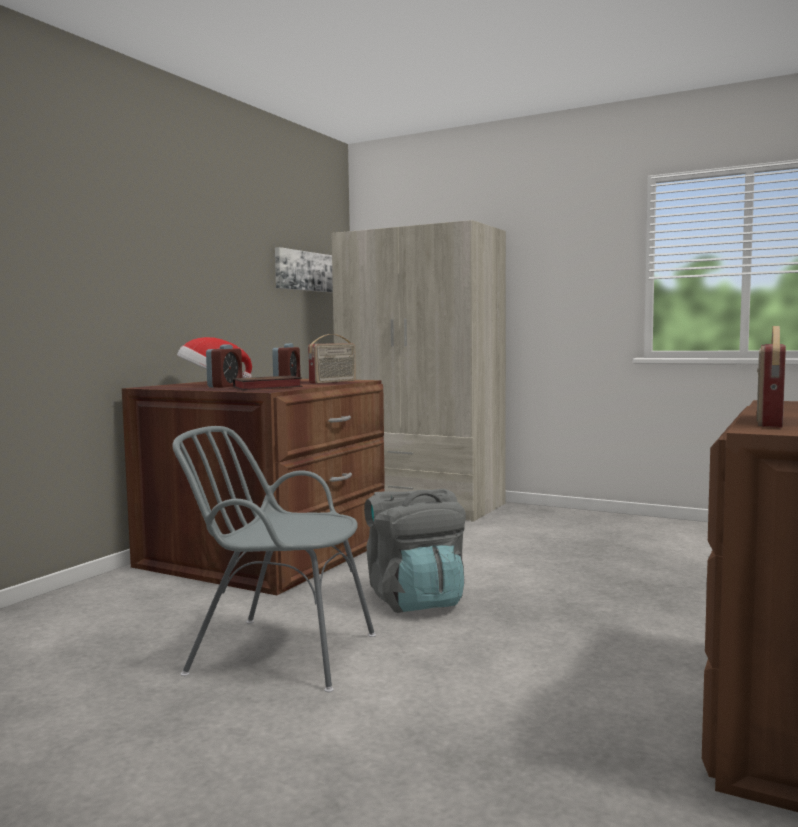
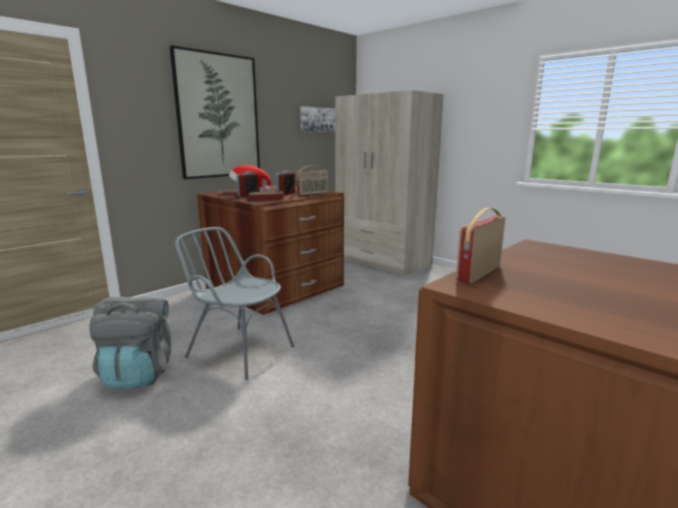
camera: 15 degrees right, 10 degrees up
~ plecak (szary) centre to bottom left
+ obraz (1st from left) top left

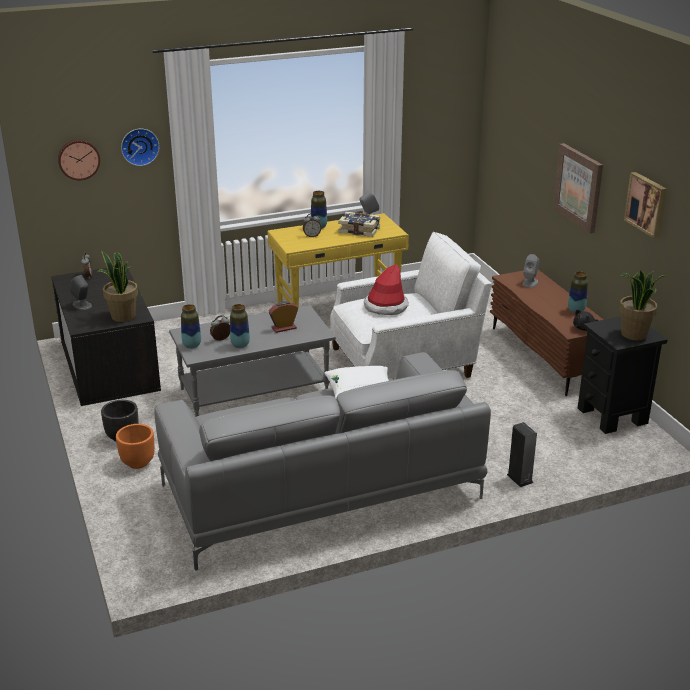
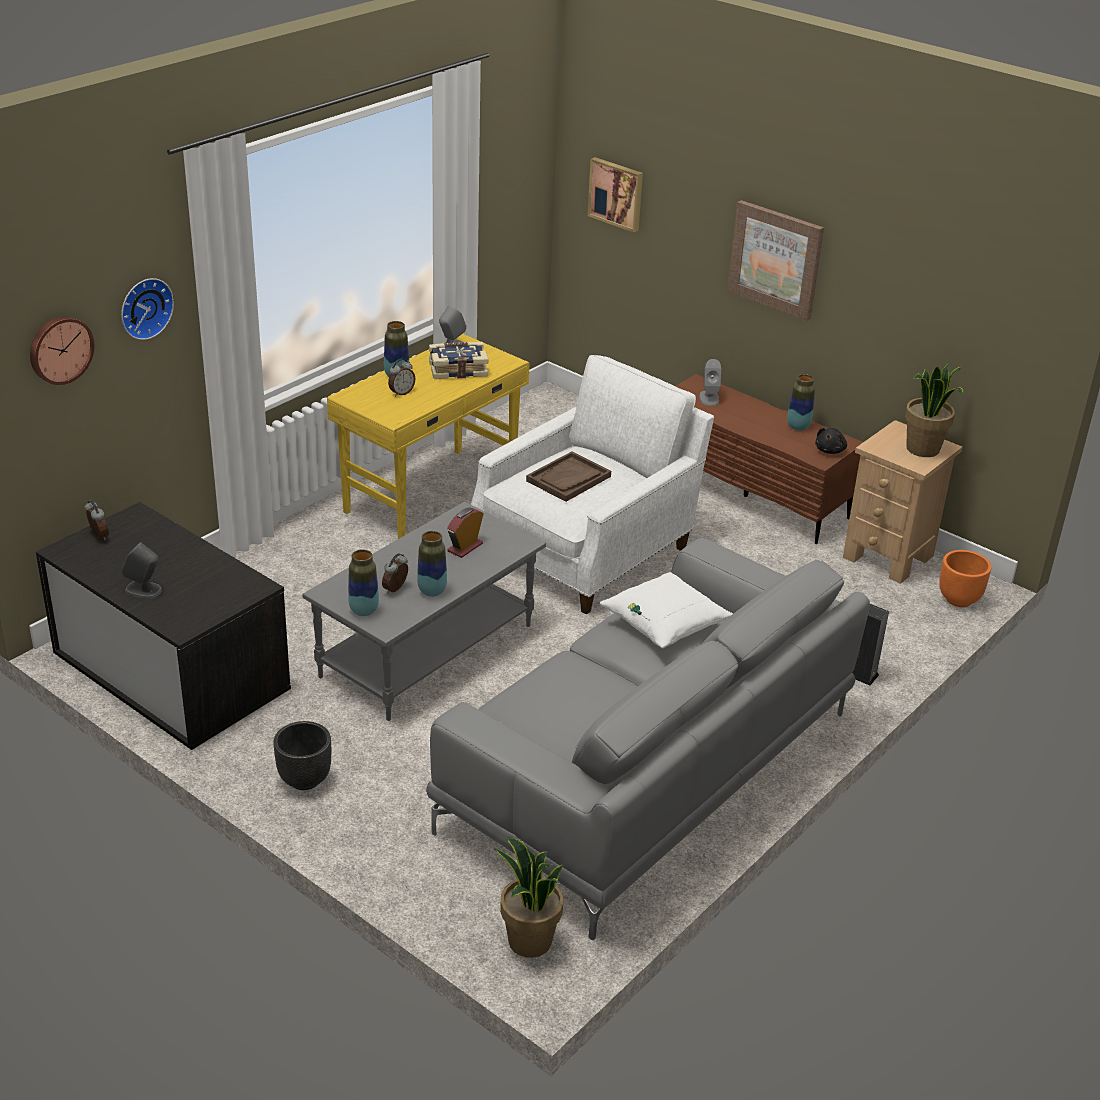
camera: 30 degrees left, 5 degrees up
~ obraz (2nd from left in the first image) top right to obraz (1st from left) top centre
~ roślina doniczkowa (1st from left) middle left to bottom centre
~ kapelusz centre to taca (brązowy) centre
~ szafka nocna (czarny) middle right to szafka nocna (beżowy) middle right
~ donica (pomarańczowy) middle left to middle right

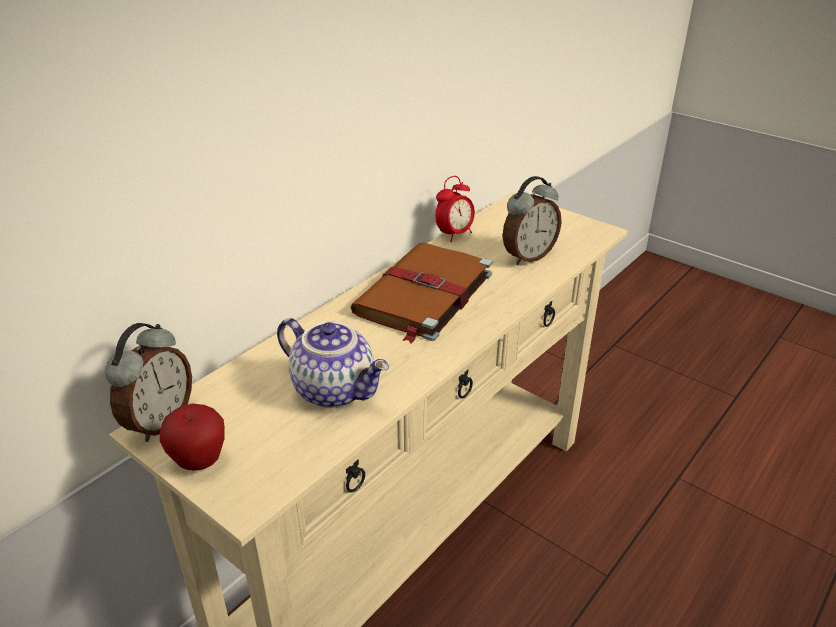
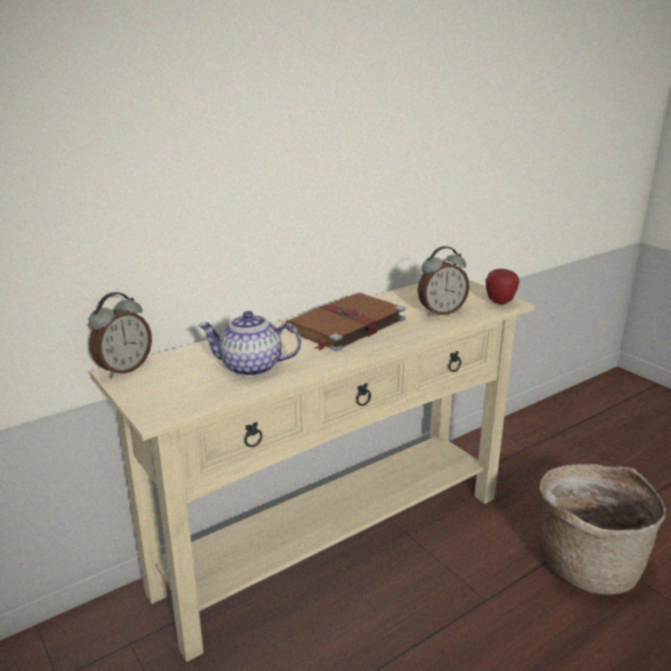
camera: 15 degrees right, 10 degrees down
- budzik (2nd from left) centre
~ imbryk centre = centre 135 degrees clockwise
~ jabłko bottom left to middle right
+ koszyk bottom right

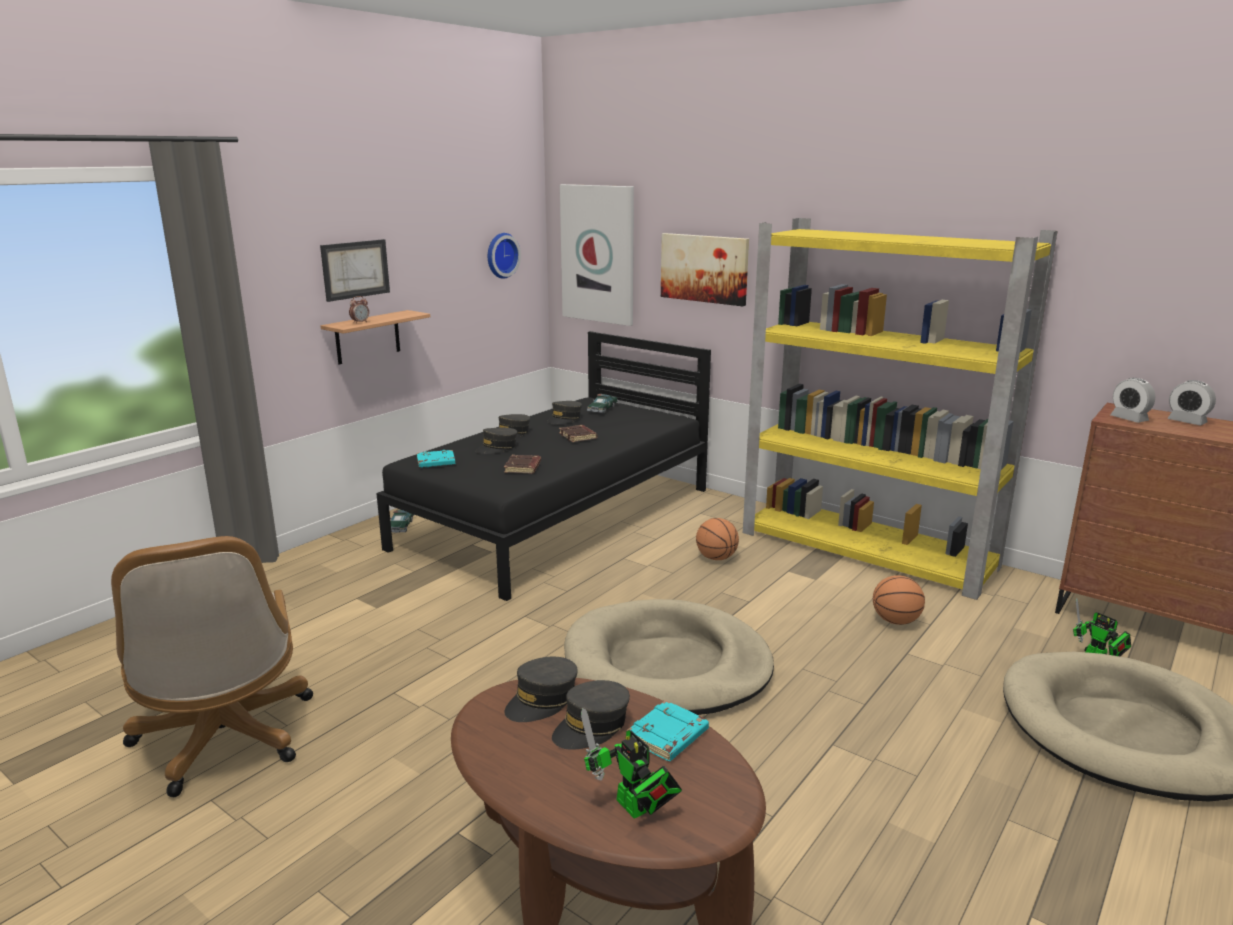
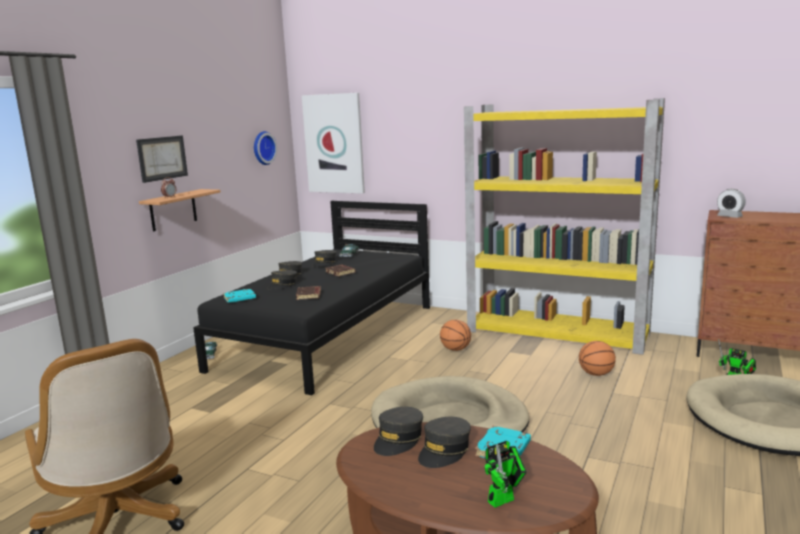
camera: 10 degrees left, 5 degrees down
- obraz (3rd from left) top centre
- budzik (3rd from left) middle right
~ robot zabawkowy (1st from left) bottom centre = bottom centre 75 degrees counterclockwise

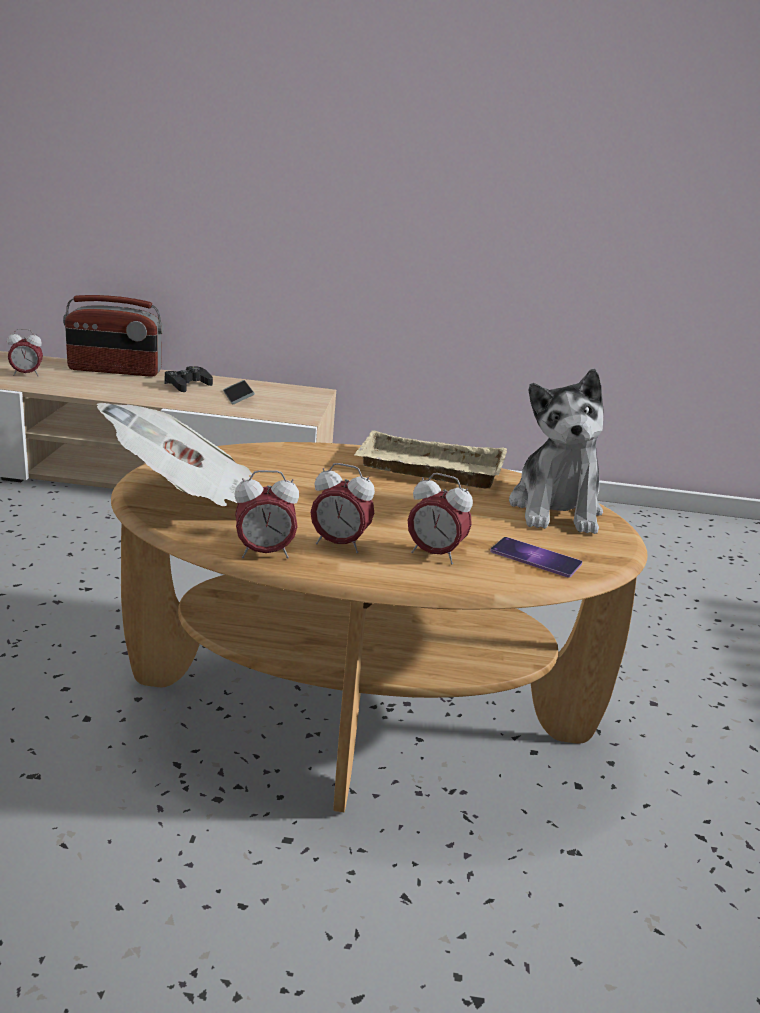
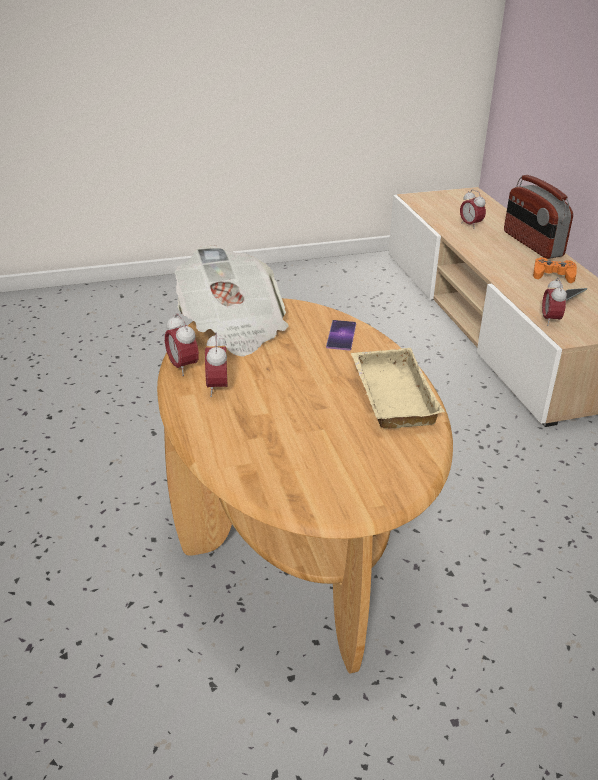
camera: 70 degrees right, 10 degrees up
~ pad do gier (czarny) middle left to pad do gier (pomarańczowy) middle right
- pluszak middle right
~ budzik (4th from left) centre to middle right
~ telefon (2nd from left in the first image) middle right to telefon (1st from left) centre

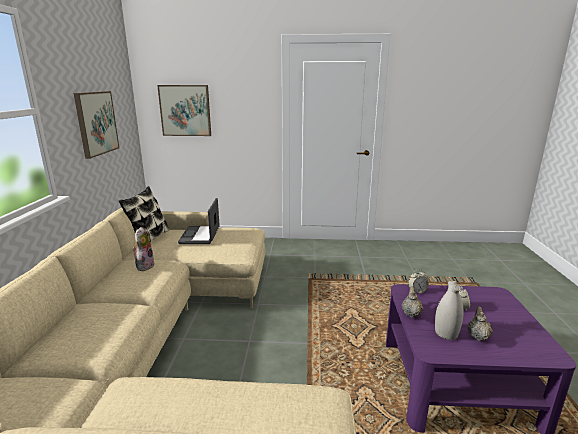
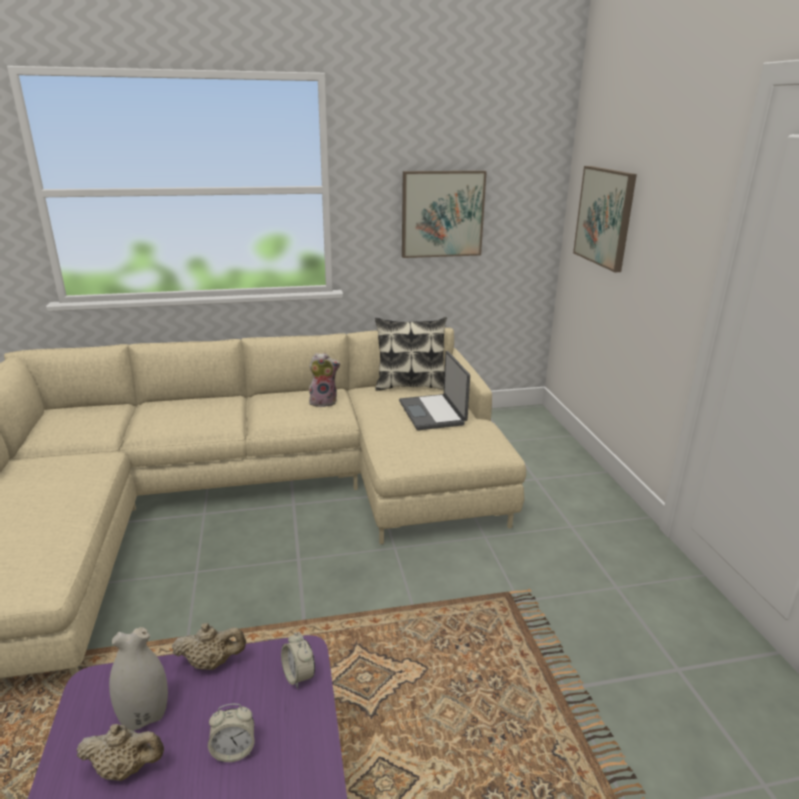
camera: 75 degrees right, 5 degrees up
~ laptop centre = centre 90 degrees counterclockwise

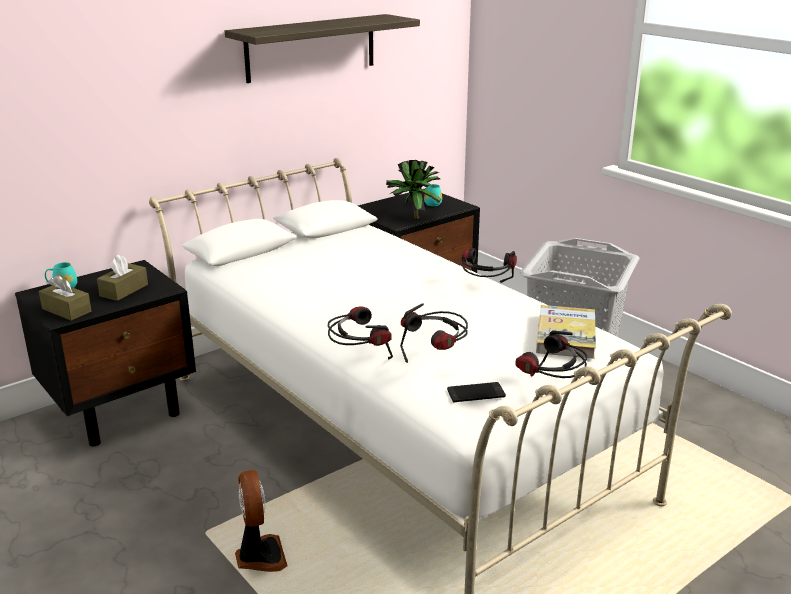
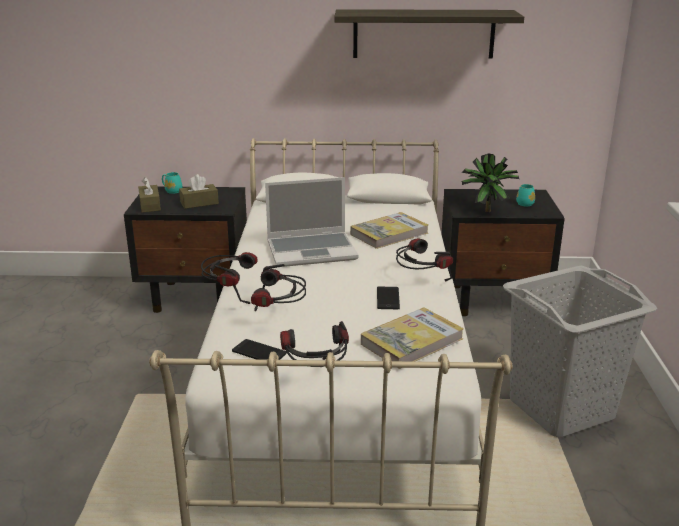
camera: 40 degrees right, 0 degrees up
- wentylator bottom left
+ laptop centre
+ książka (1st from left) centre
+ telefon (2nd from left) centre

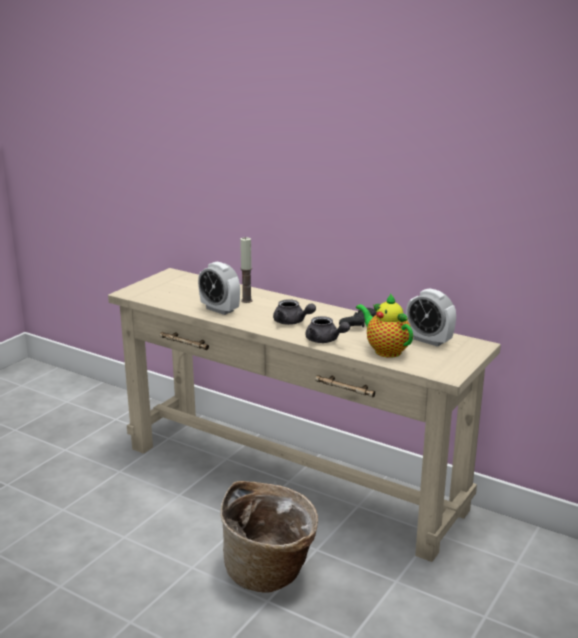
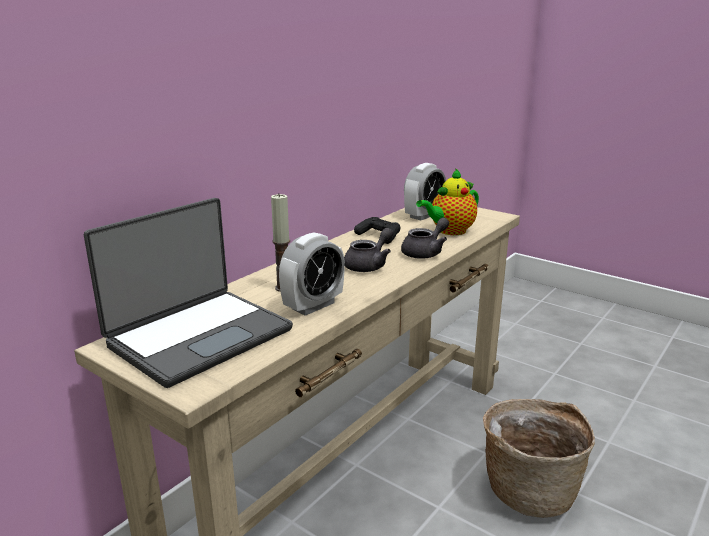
camera: 85 degrees left, 0 degrees up
+ laptop middle left

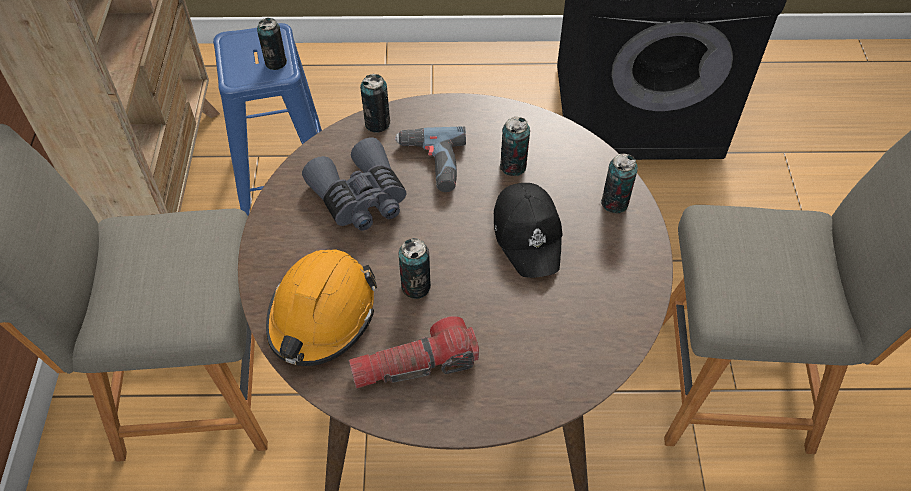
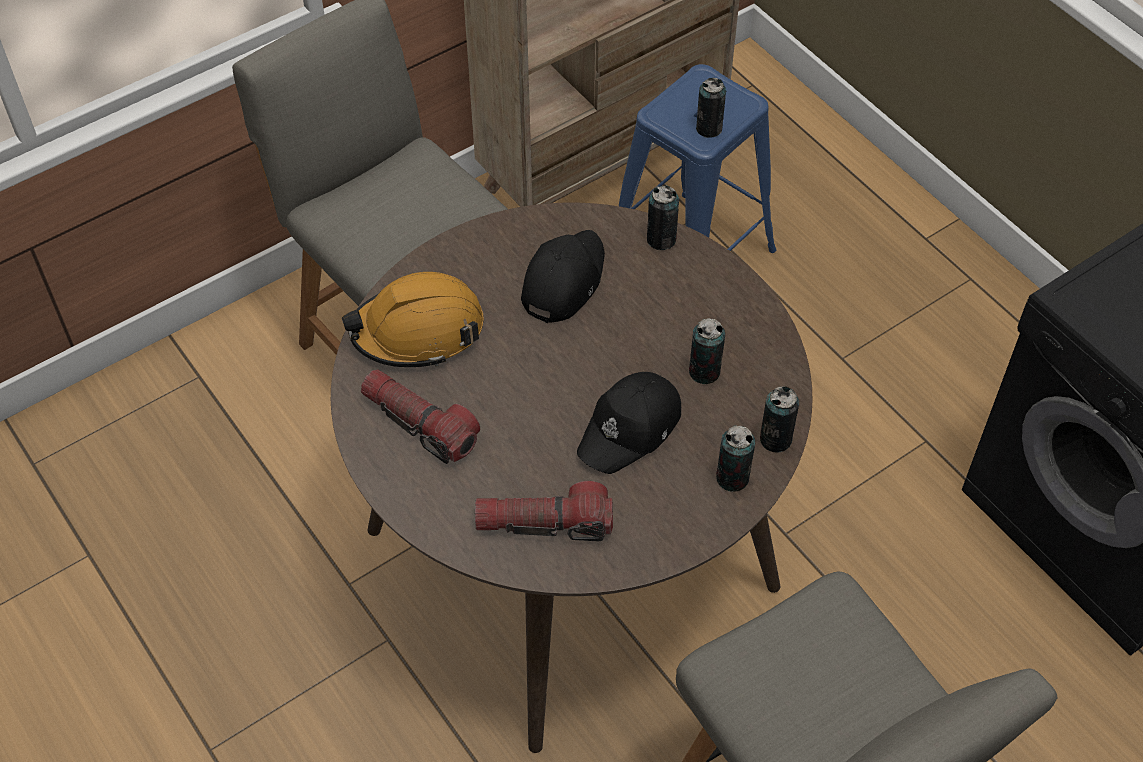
camera: 55 degrees right, 0 degrees up
- wiertarka top centre
~ lornetka (szary) centre to czapka z daszkiem (czarny) (1st from left) centre
~ puszka (3rd from left in the first image) centre to puszka (5th from left) middle right
+ latarka (2nd from left) bottom centre

